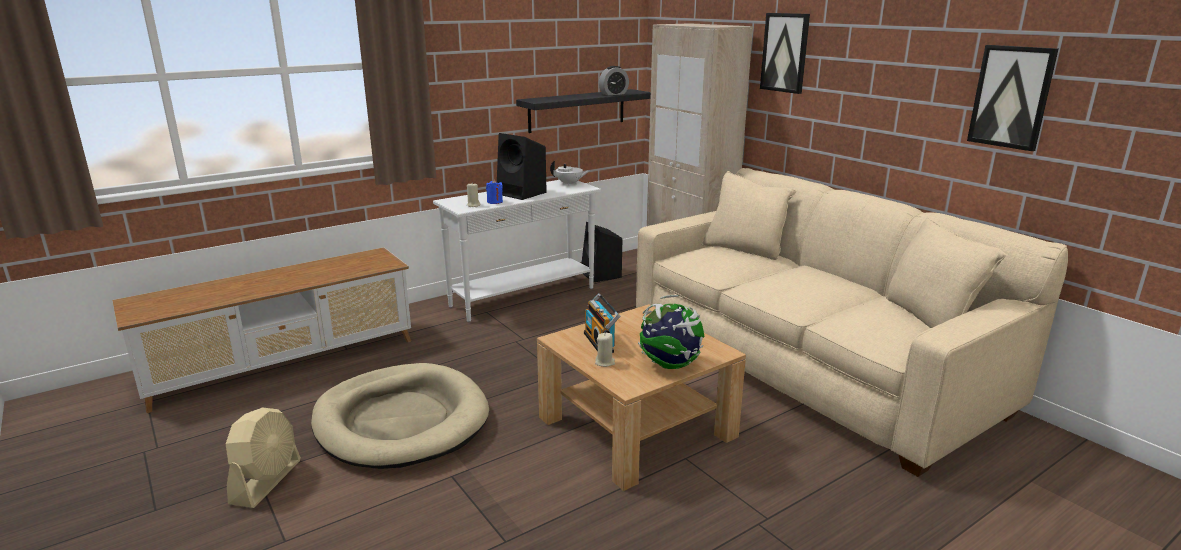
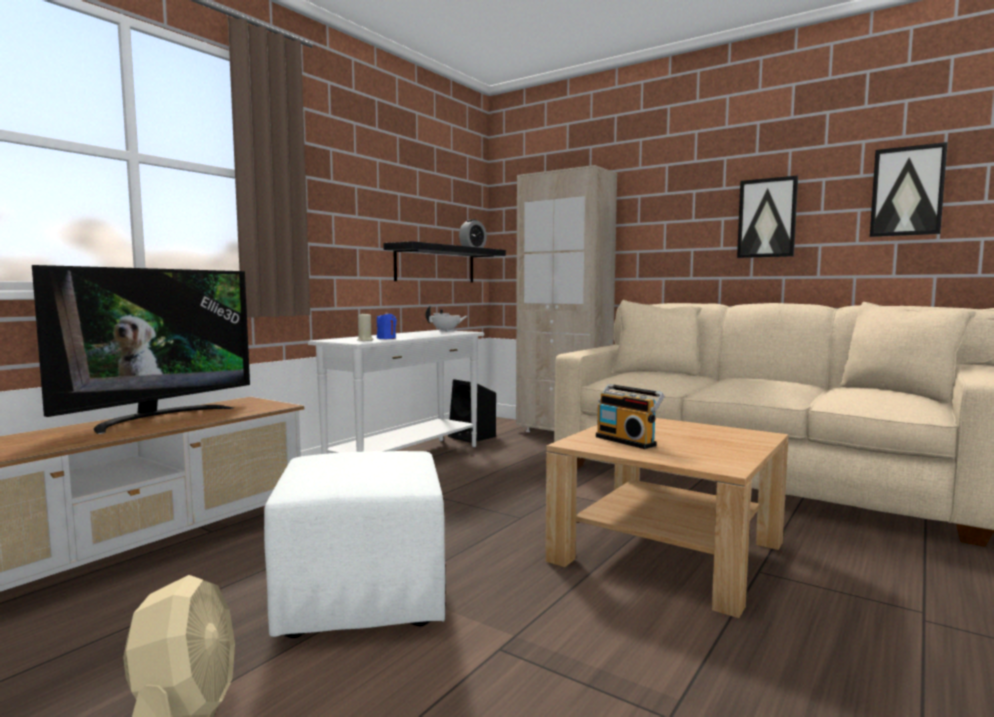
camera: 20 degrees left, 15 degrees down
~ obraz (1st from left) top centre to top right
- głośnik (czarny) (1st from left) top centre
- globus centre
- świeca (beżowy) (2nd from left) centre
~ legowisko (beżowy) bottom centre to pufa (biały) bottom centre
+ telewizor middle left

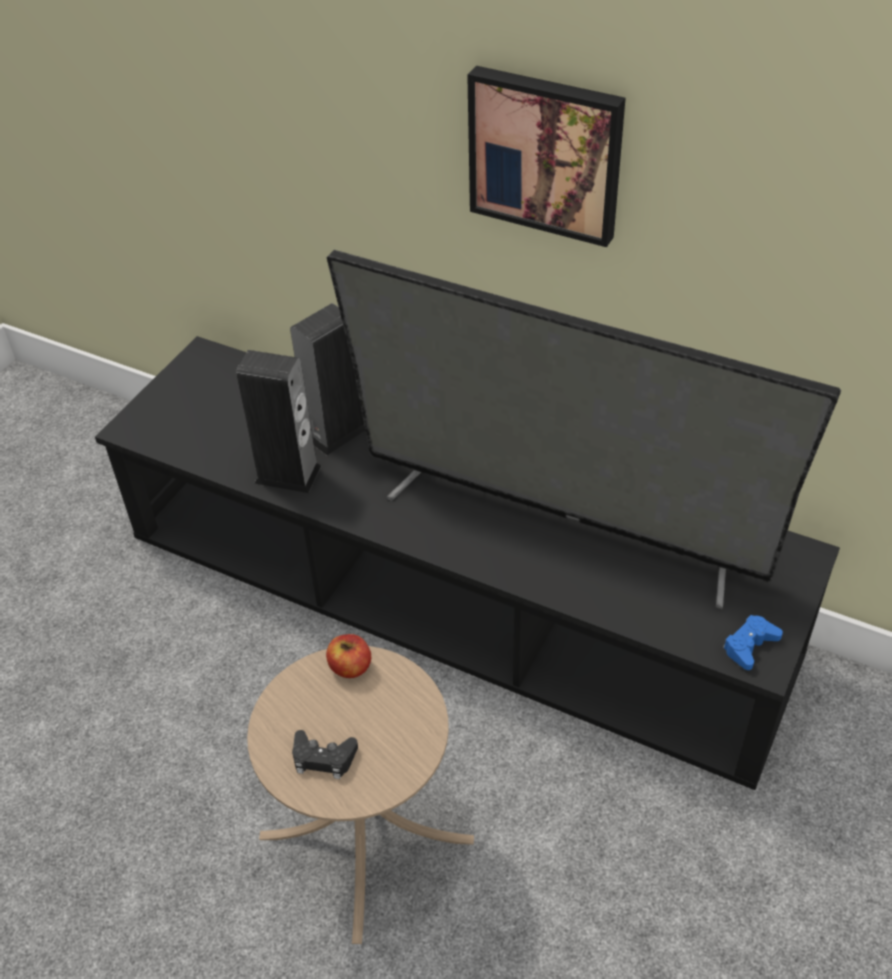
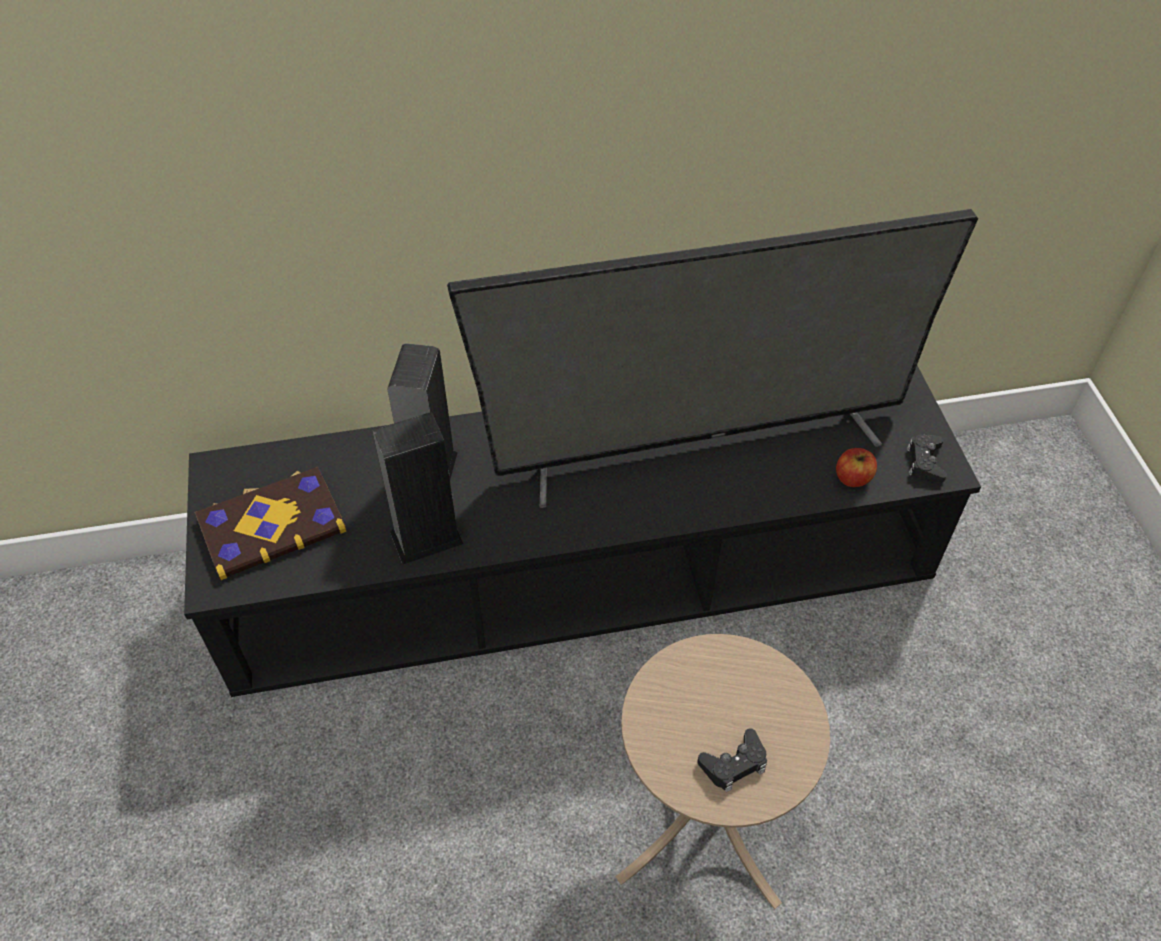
camera: 40 degrees left, 5 degrees up
- obraz top centre
~ pad do gier (niebieski) middle right to pad do gier (czarny) (2nd from left) middle right
~ jabłko bottom centre to middle right
+ książka middle left

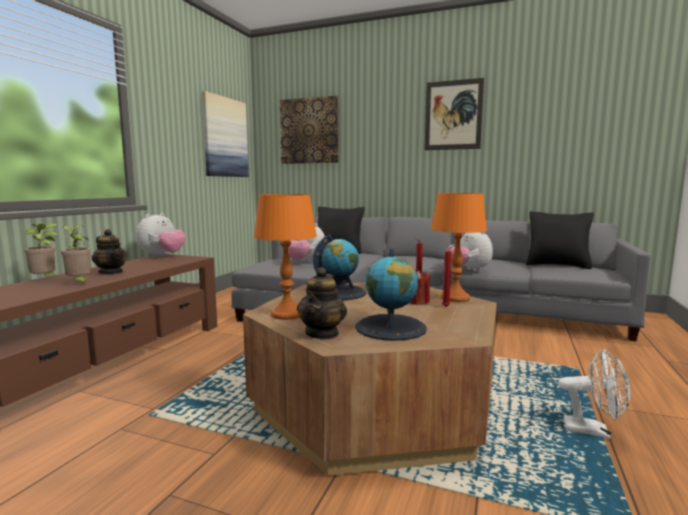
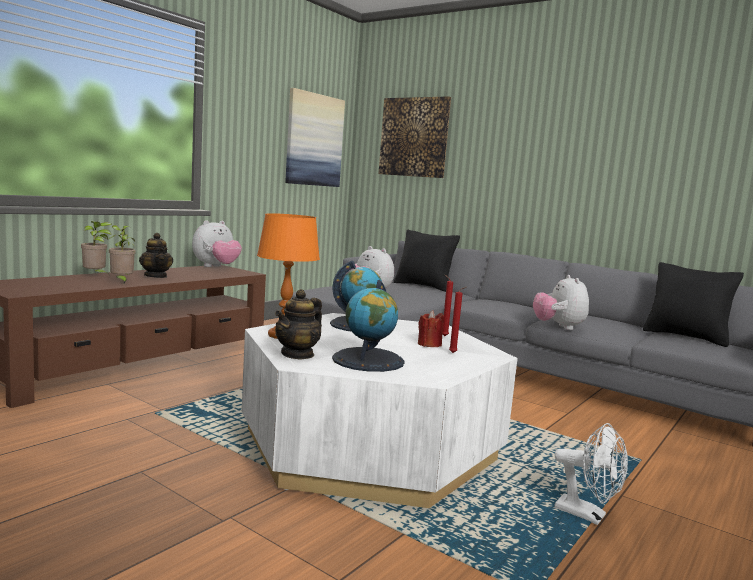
camera: 15 degrees right, 0 degrees up
- obraz (3rd from left) top centre
- lampa stołowa (pomarańczowy) (2nd from left) middle right
~ ława (brązowy) bottom centre to ława (biały) bottom centre

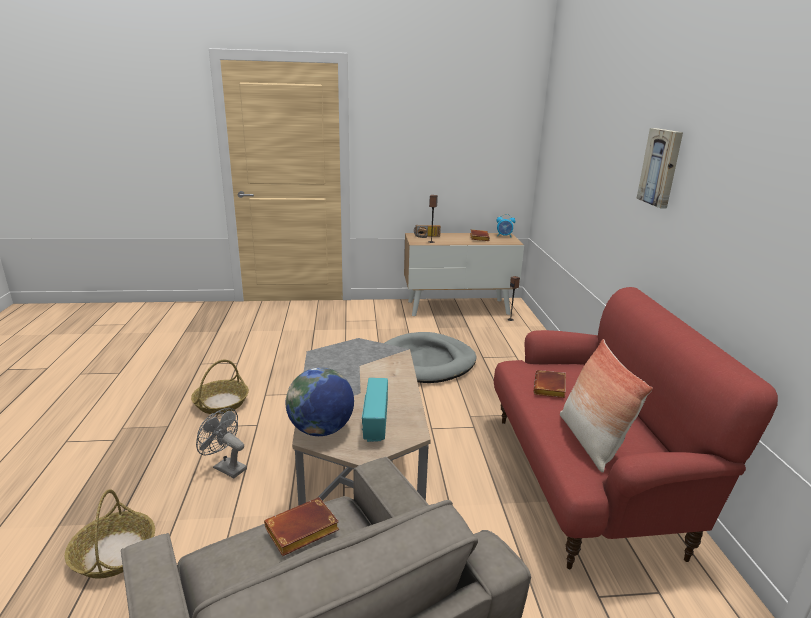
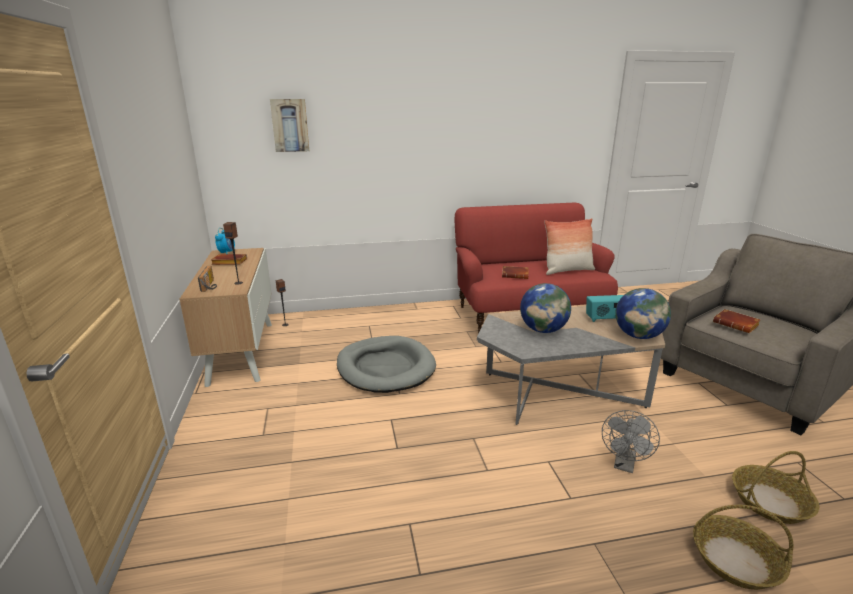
camera: 95 degrees left, 0 degrees up
~ obraz top right to top centre
~ koszyk (2nd from left in the first image) middle left to koszyk (1st from left) bottom right
+ globus (1st from left) centre

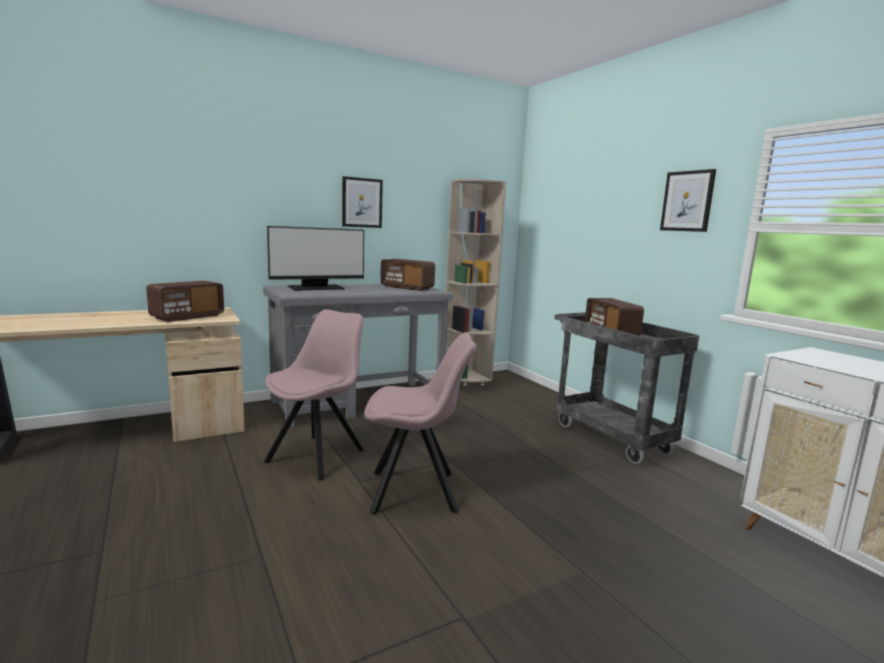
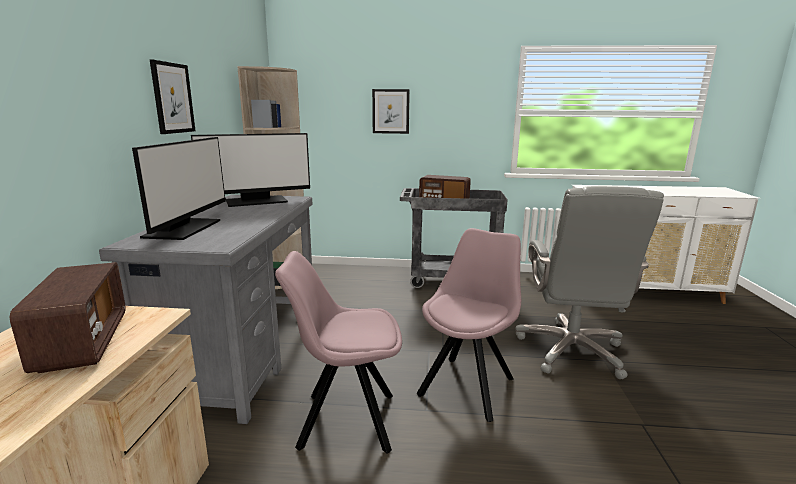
camera: 55 degrees left, 5 degrees up
~ obraz (2nd from left) top right to top centre
~ radio (2nd from left) centre to monitor (2nd from left) middle left
~ krzesło (różowy) (1st from left) centre = bottom centre 60 degrees counterclockwise
+ krzesło biurowe (szary) middle right

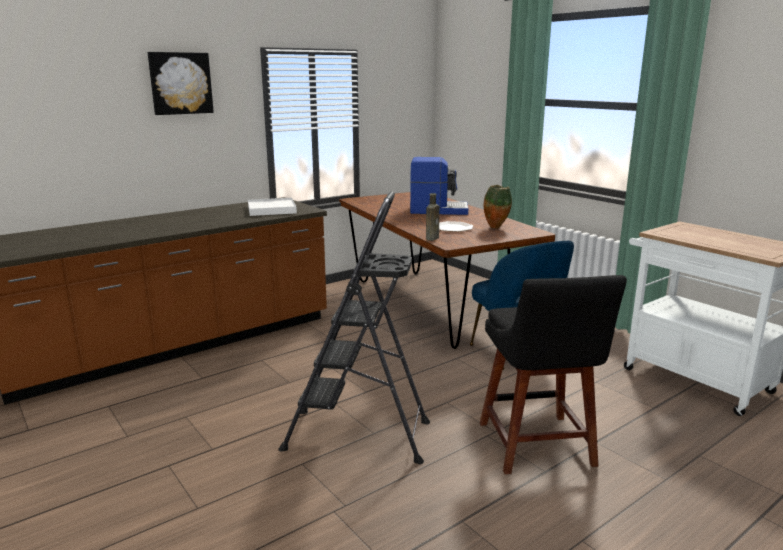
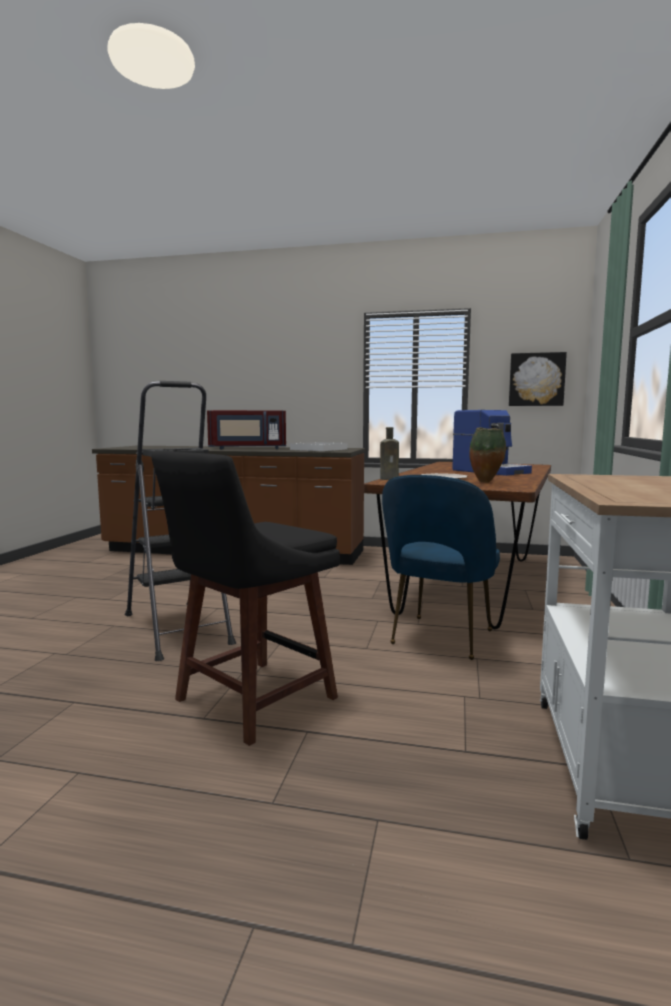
camera: 50 degrees right, 10 degrees down
~ obraz top left to middle right
+ mikrofalówka (czerwony) centre

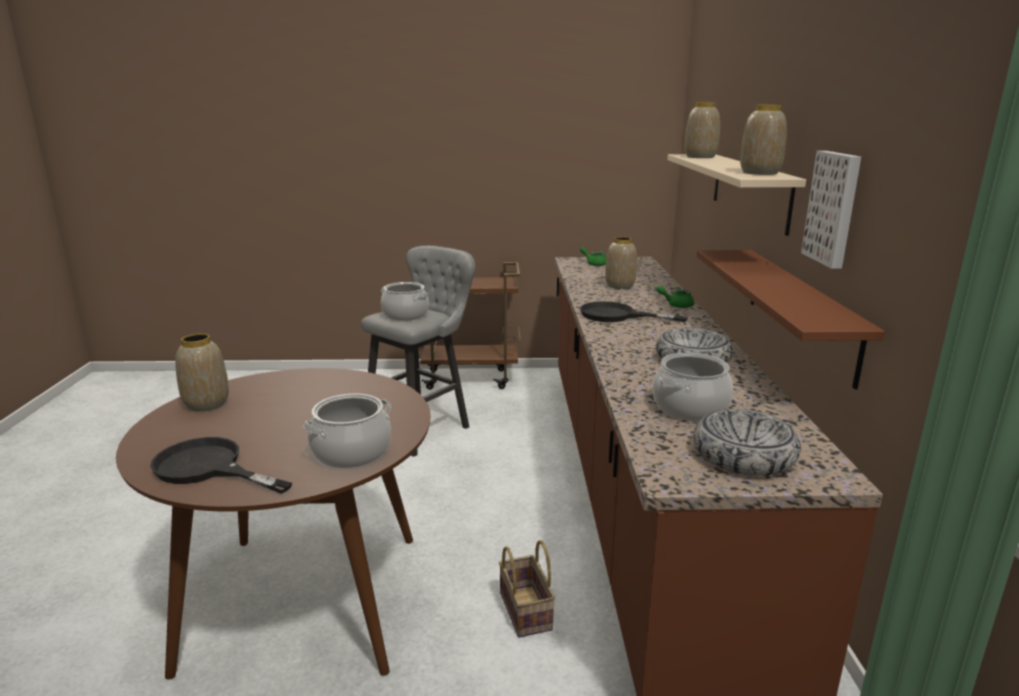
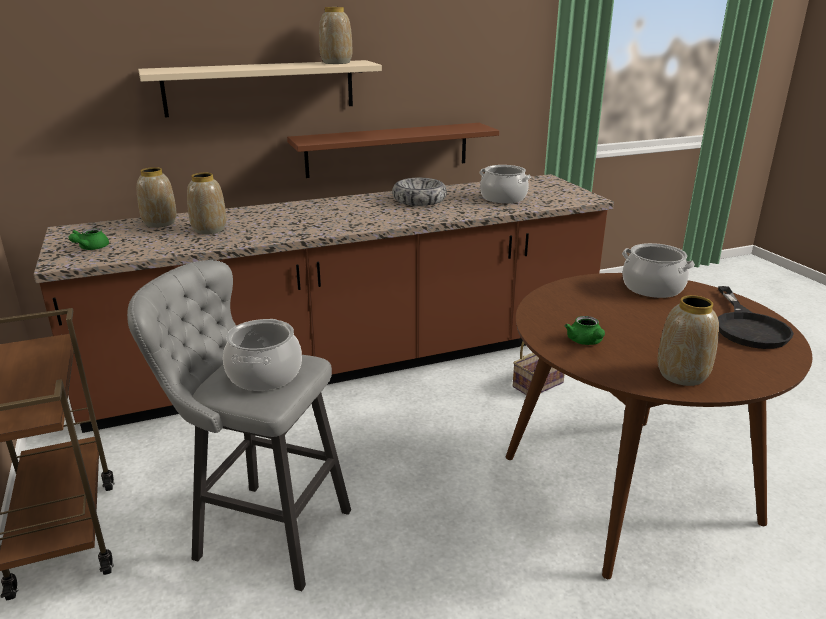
camera: 110 degrees left, 5 degrees up
~ wazon (3rd from left in the first image) top right to wazon (1st from left) top left
- obraz top right
~ imbryk (zielony) (2nd from left) centre to middle right
- patelnia (czarny) (2nd from left) centre
- miska (2nd from left) middle right

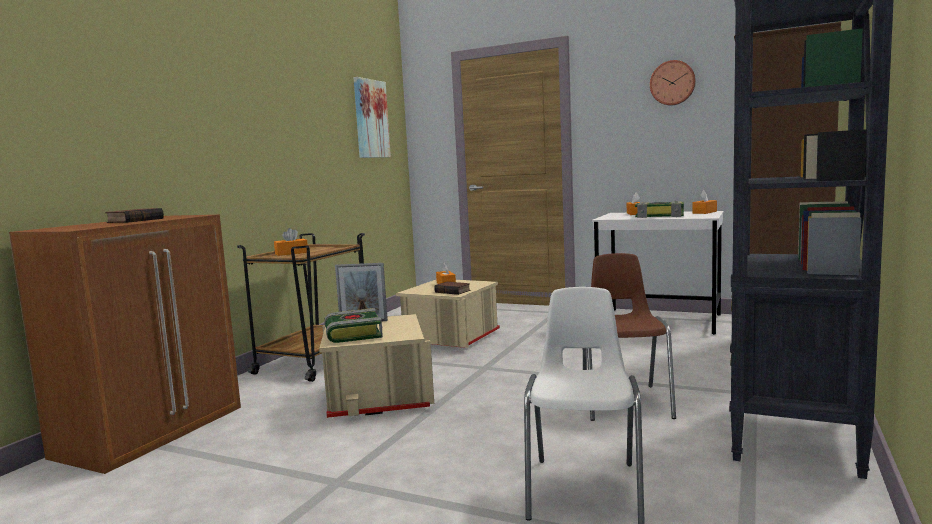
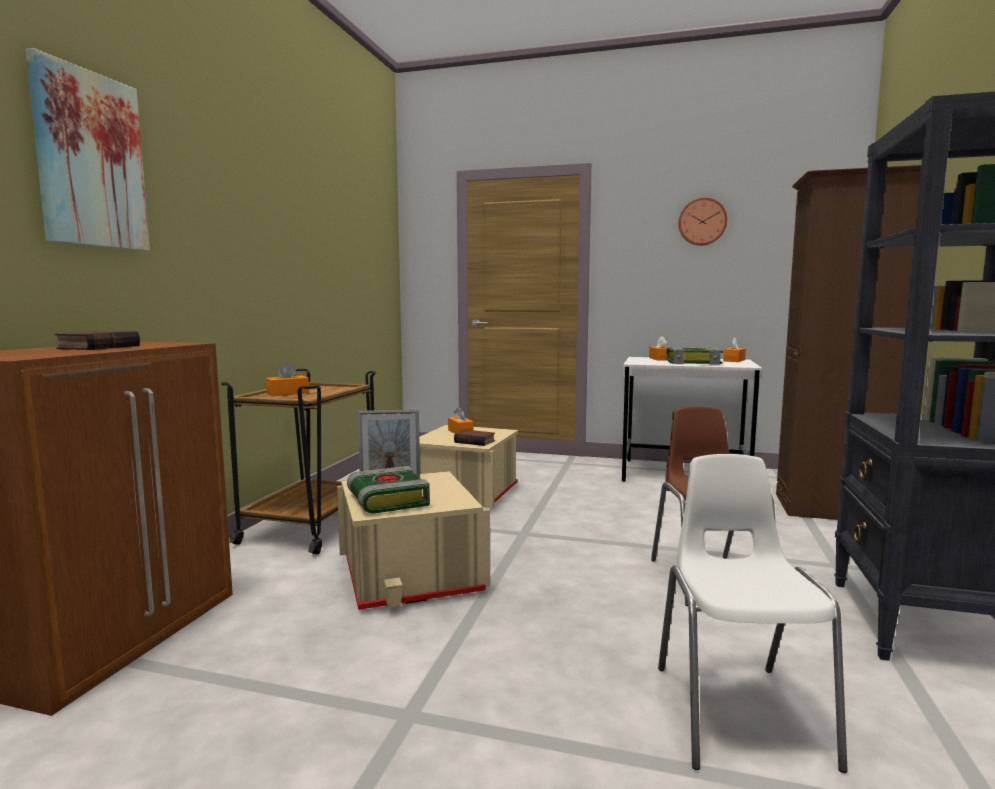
camera: 10 degrees left, 0 degrees up
~ obraz top centre to top left

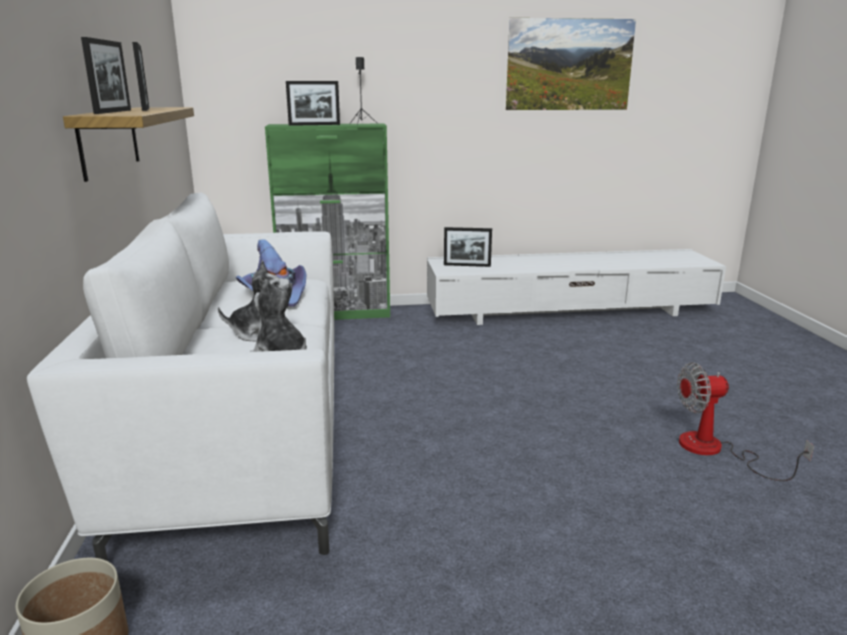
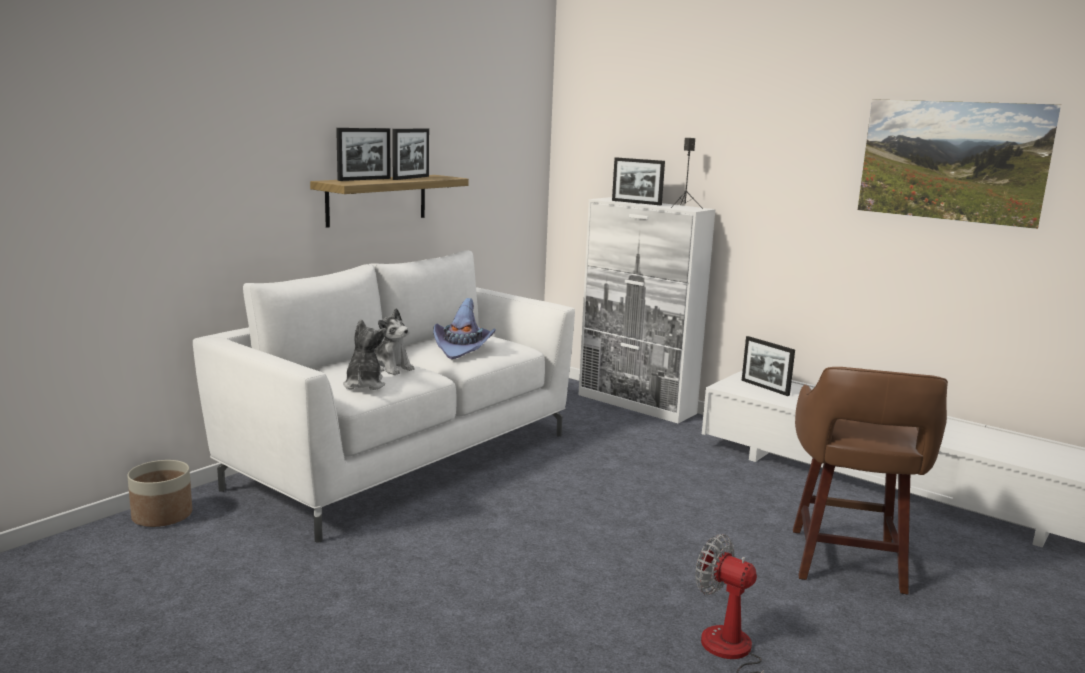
camera: 45 degrees right, 5 degrees down
~ szafka (zielony) centre to szafka (biały) centre
+ stołek (brązowy) bottom right

